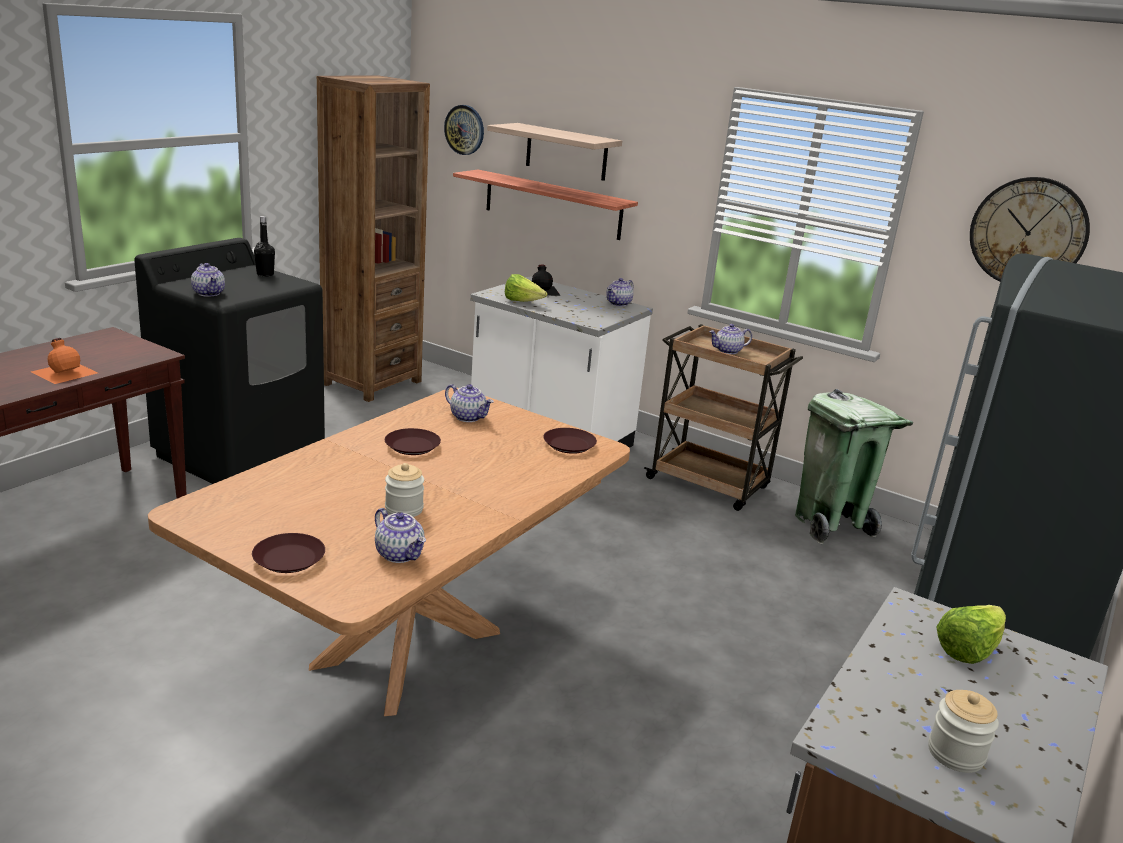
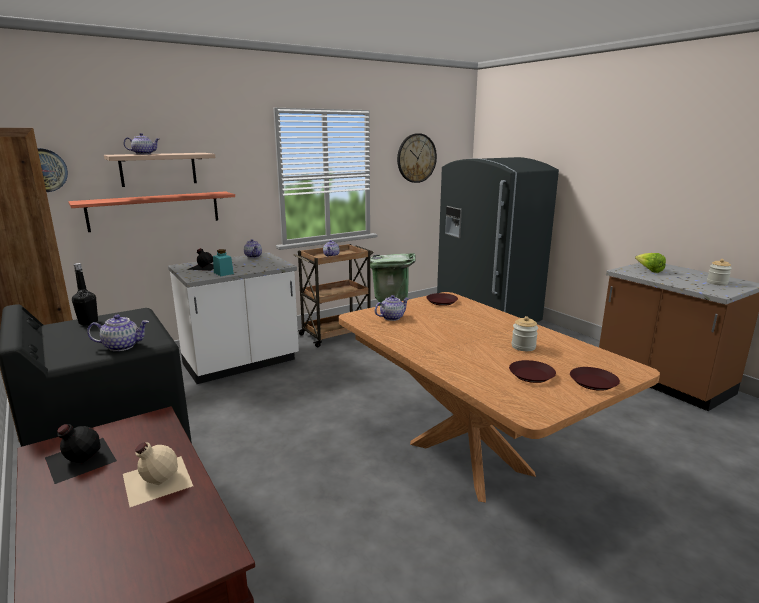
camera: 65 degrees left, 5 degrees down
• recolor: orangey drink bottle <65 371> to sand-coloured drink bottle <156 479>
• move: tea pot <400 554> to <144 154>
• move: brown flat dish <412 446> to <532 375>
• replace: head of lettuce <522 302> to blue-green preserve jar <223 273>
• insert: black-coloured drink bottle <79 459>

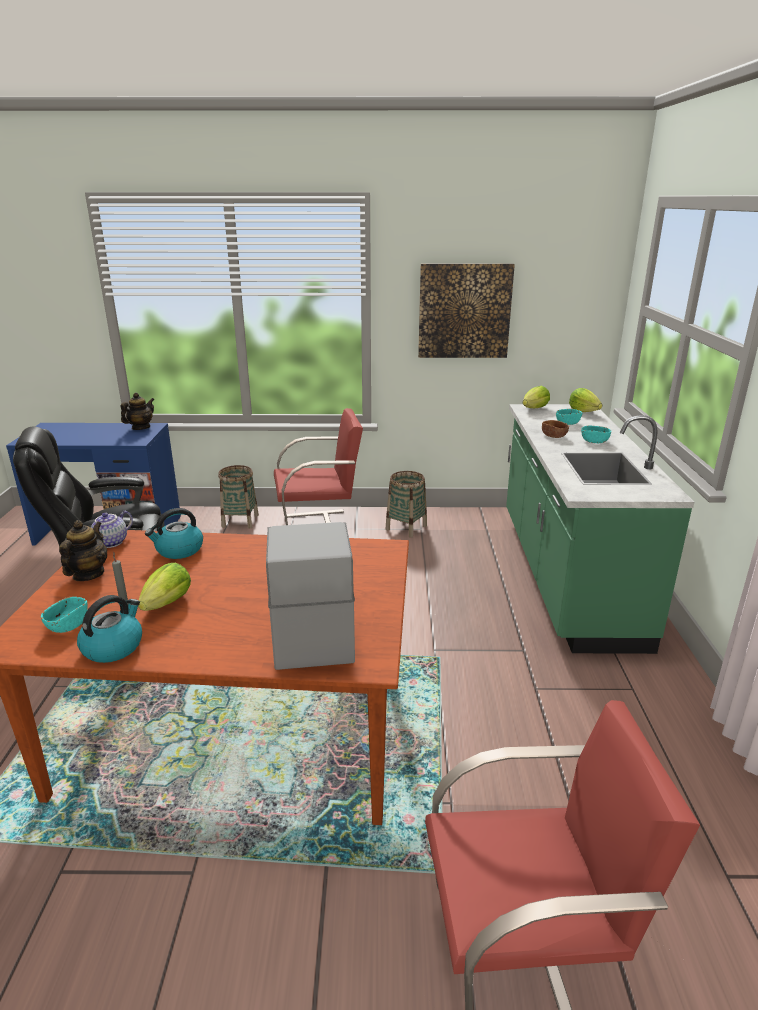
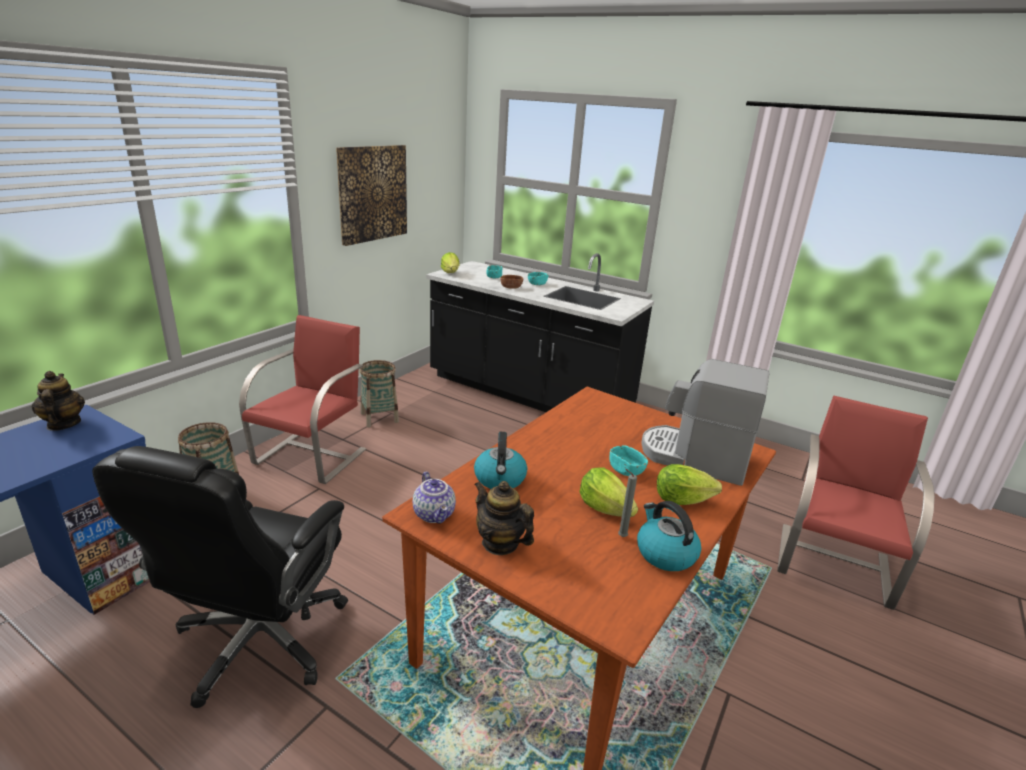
camera: 60 degrees left, 0 degrees up
• move: blue-green serving bowl <68 625> to <626 470>
• recolor: green kitchen counter <565 575> to black-coloured kitchen counter <528 395>
• move: head of lettuce <583 411> to <681 500>

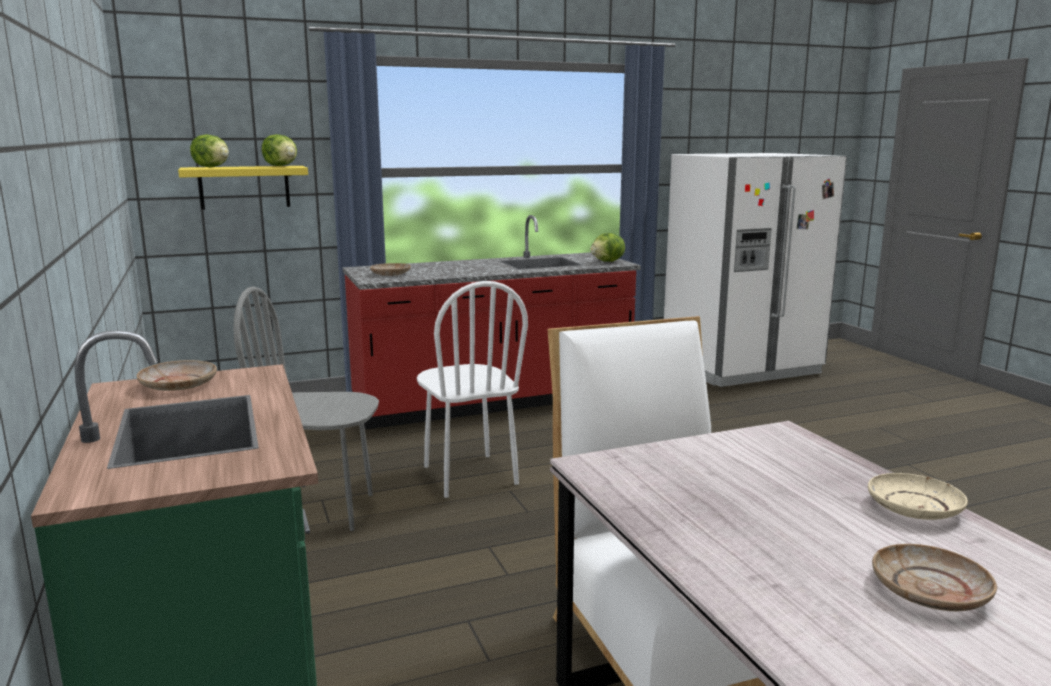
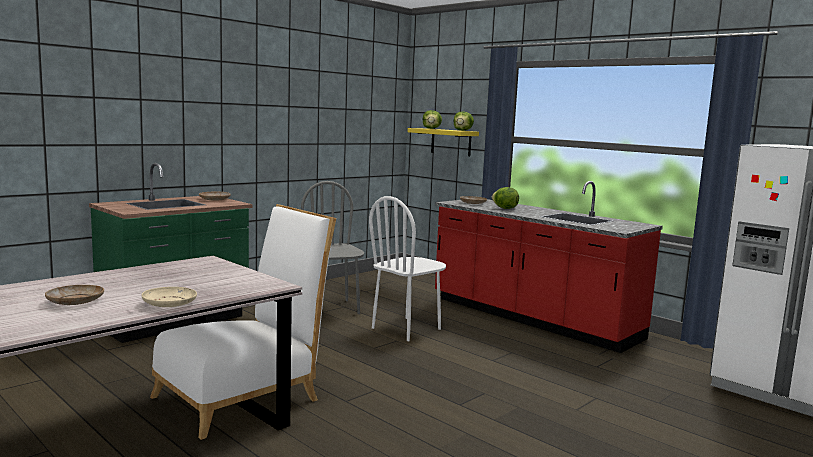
camera: 65 degrees right, 5 degrees down
• move: head of lettuce <608 261> to <504 208>

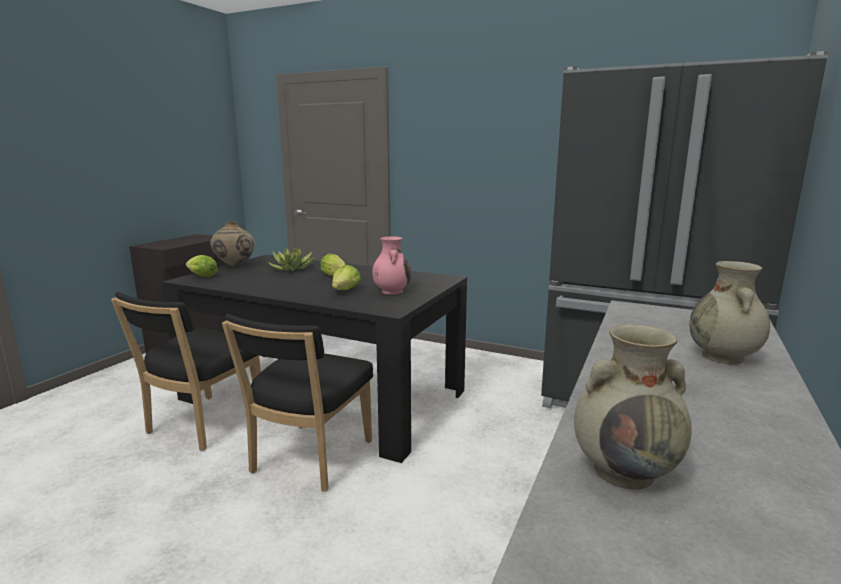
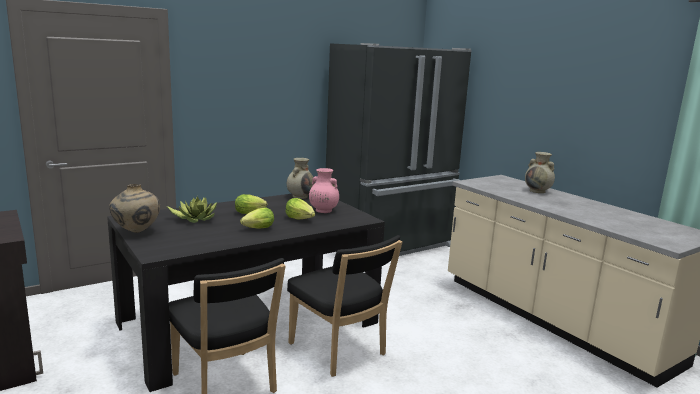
camera: 60 degrees left, 0 degrees up
• move: head of lettuce <201 276> to <257 229>
• move: sand-coloured flower vase <625 471> to <300 196>

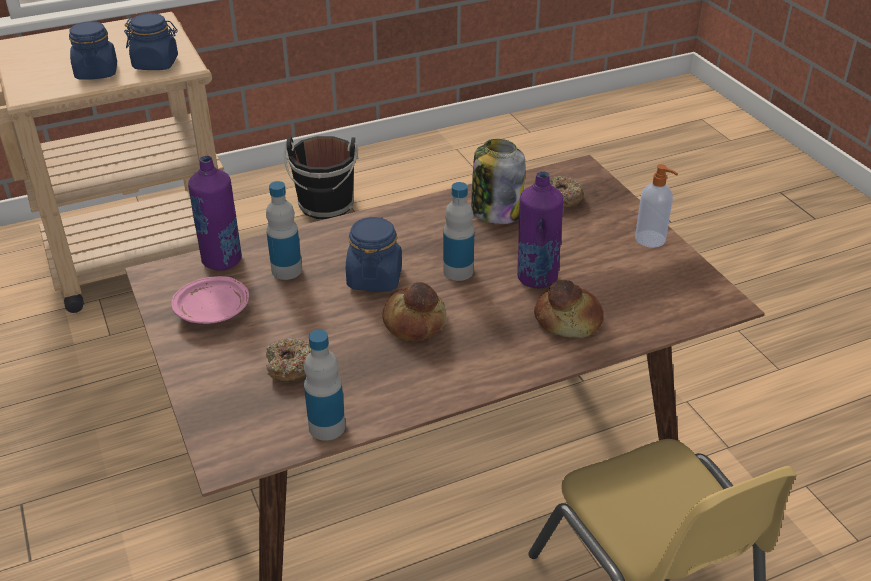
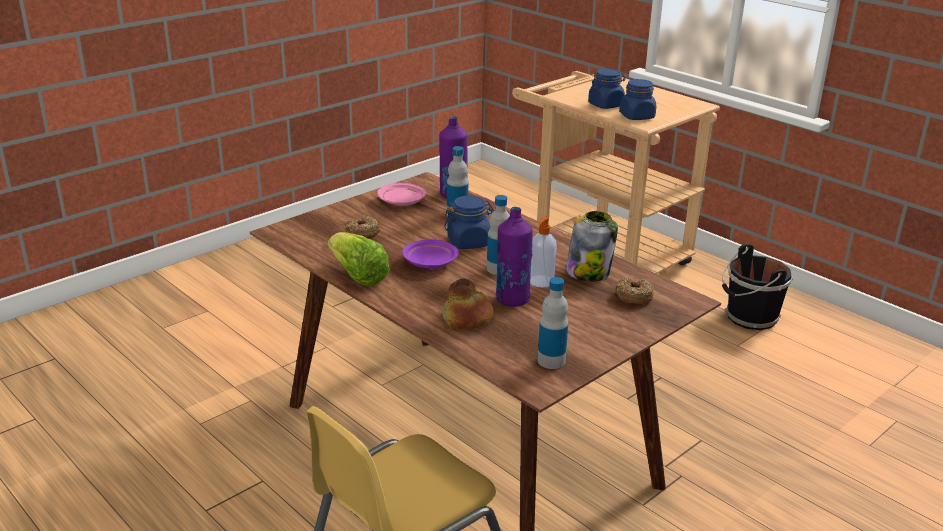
camera: 70 degrees right, 10 degrees down
• move: drink bottle <327 427> to <551 361>
• replace: bakery bread <414 322> to purple-coloured flat dish <429 262>
• move: soap bottle <651 239> to <540 282>
• insert: head of lettuce <357 276>

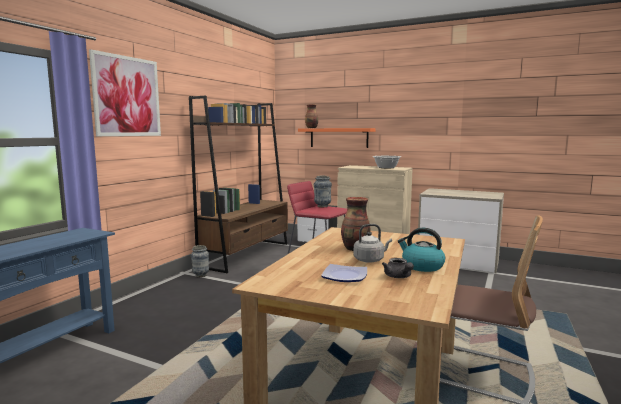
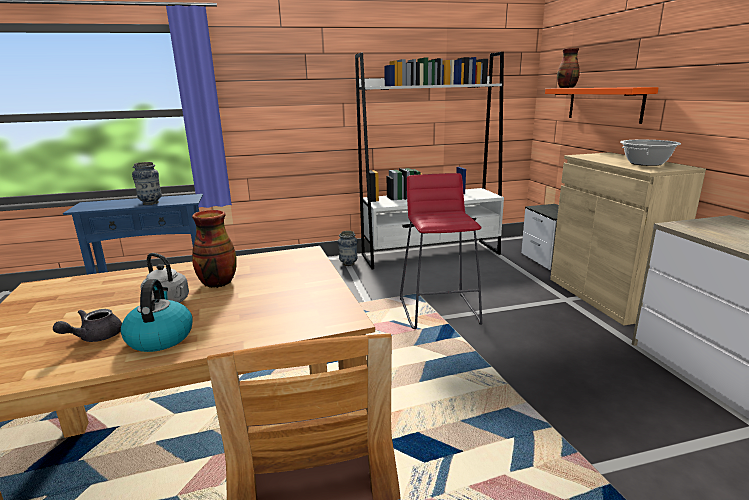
camera: 50 degrees right, 10 degrees up
• delete: wall art <127 96>
• recolor: brown bookshelf <246 254> to white bookshelf <431 254>
• move: flower vase <322 206> to <151 203>
• delete: flat dish <344 276>

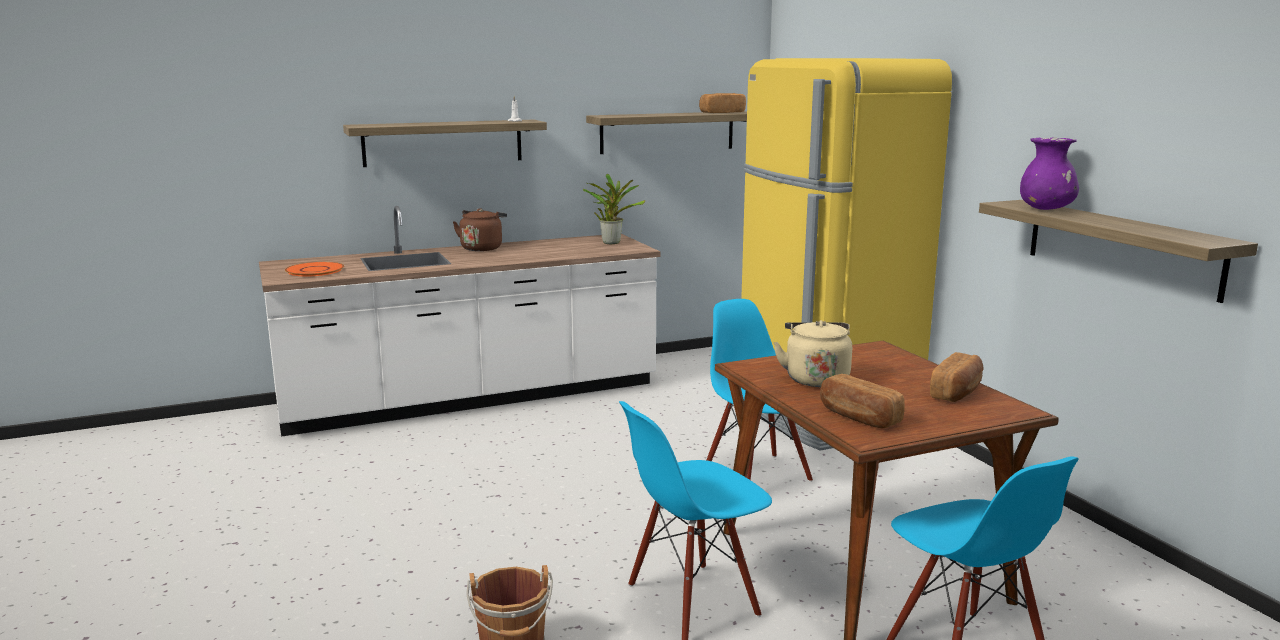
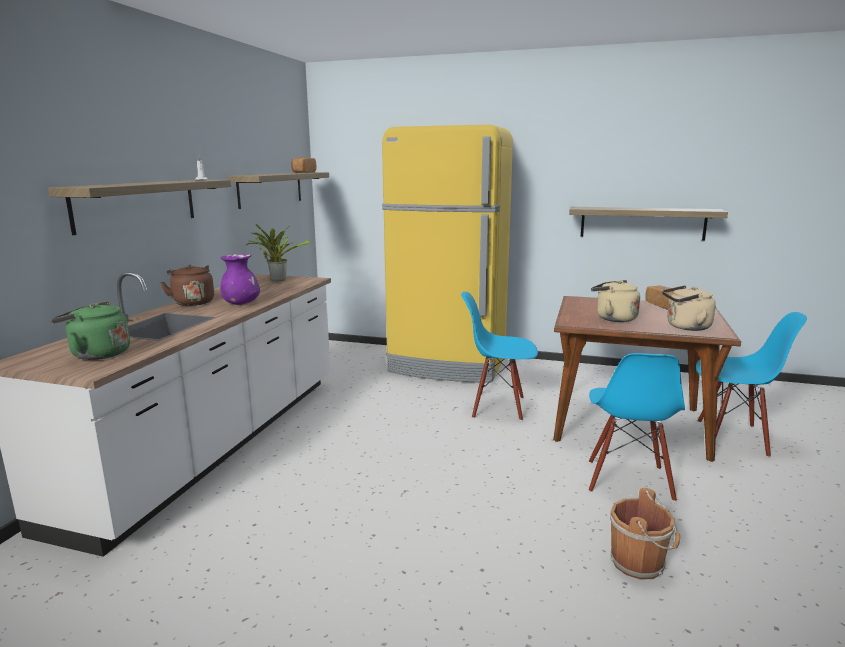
camera: 50 degrees left, 0 degrees up
• replace: orangey flat dish <315 270> to green water kettle <97 354>
• replace: bakery bread <858 417> to sand-coloured water kettle <685 327>
• move: purple-coloured flower vase <1046 209> to <241 304>

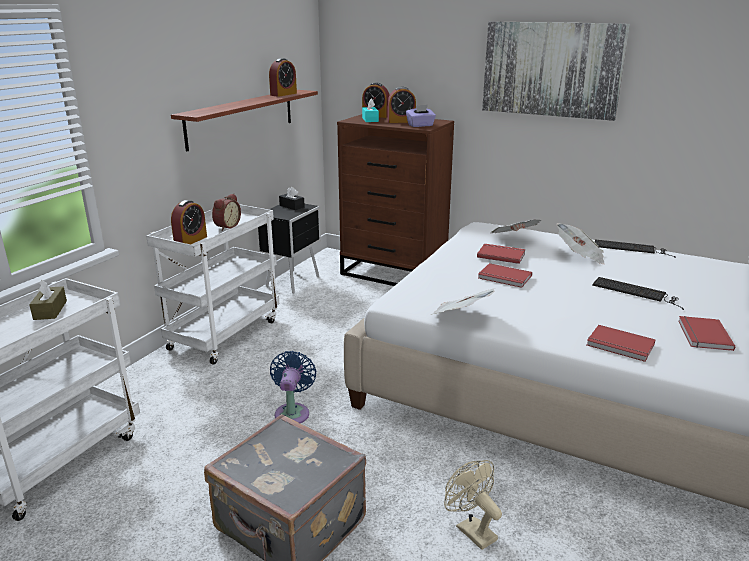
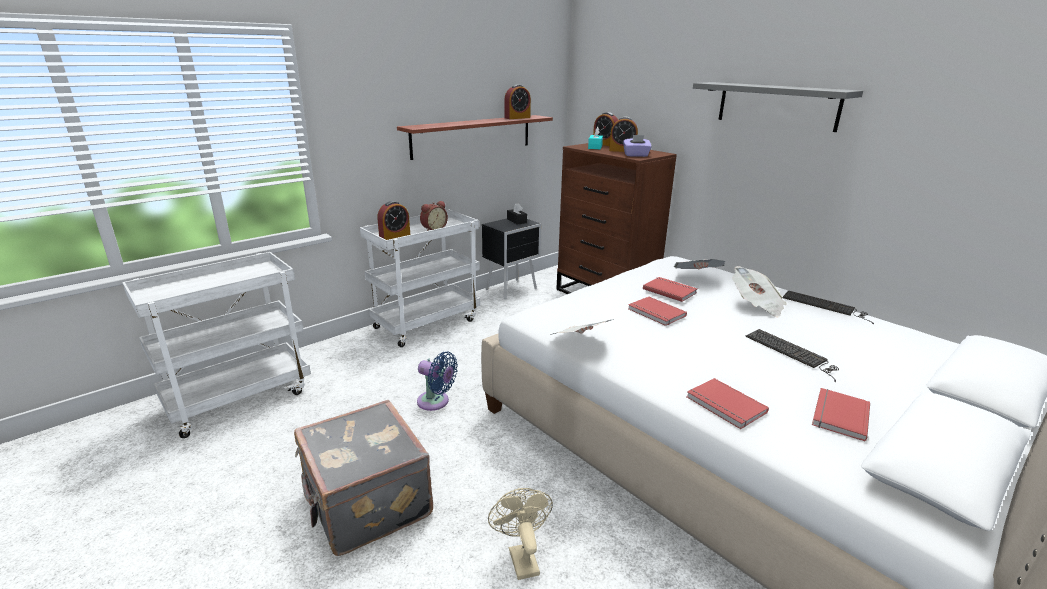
camera: 20 degrees right, 0 degrees up
• delete: brown tissue box <50 310>
• rotate: blue-coloured fan <293 412> = <436 402> 90 degrees clockwise
• replace: wall art <551 69> to gray shelf <777 106>

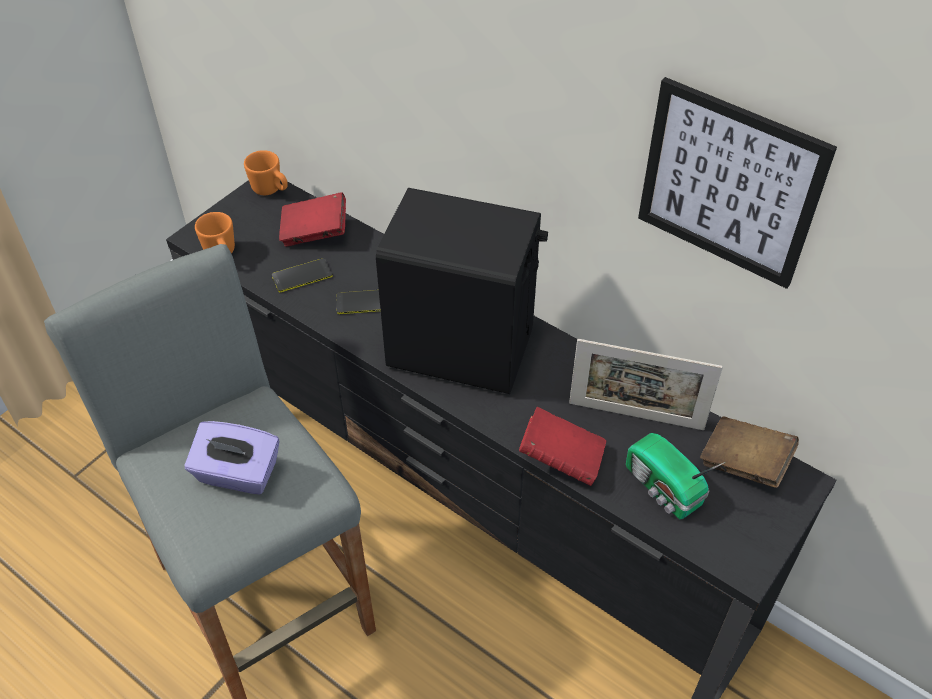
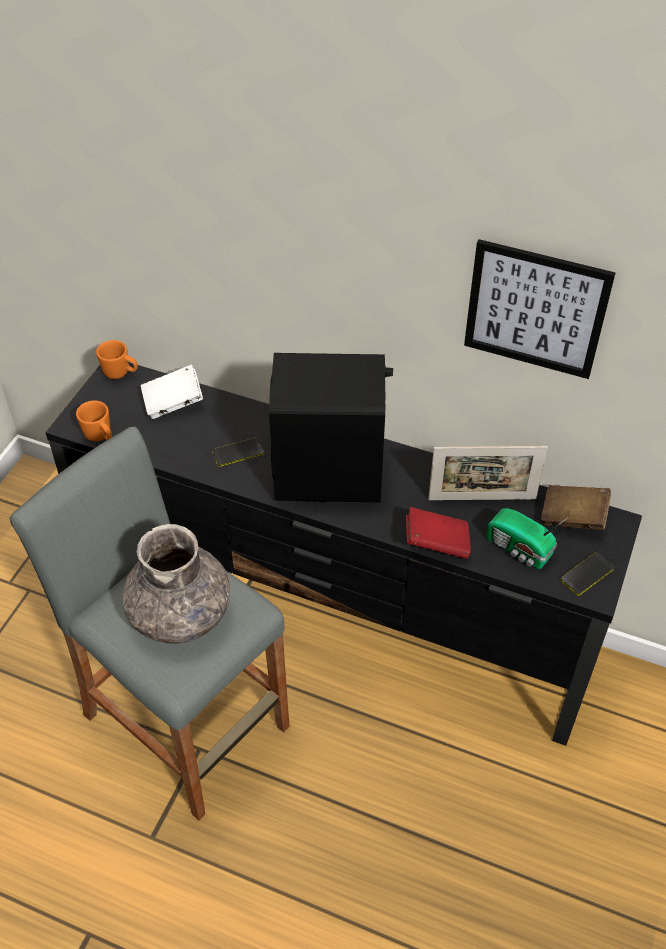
camera: 15 degrees left, 0 degrees up
• replace: purple-coloured tissue box <237 474> to gray flower vase <181 612>
• move: phone <302 276> to <587 574>
• recolor: red-coloured bound book <315 233> to white bound book <173 403>

